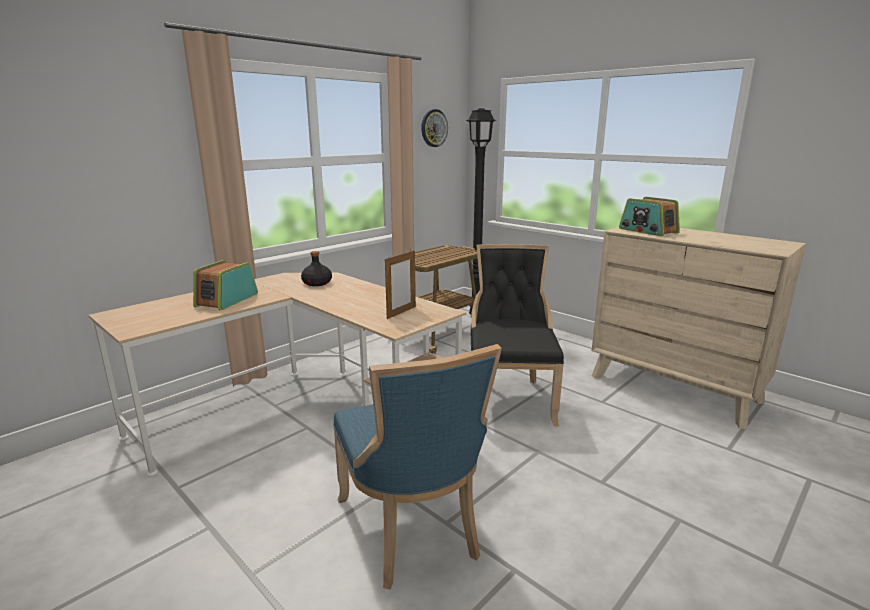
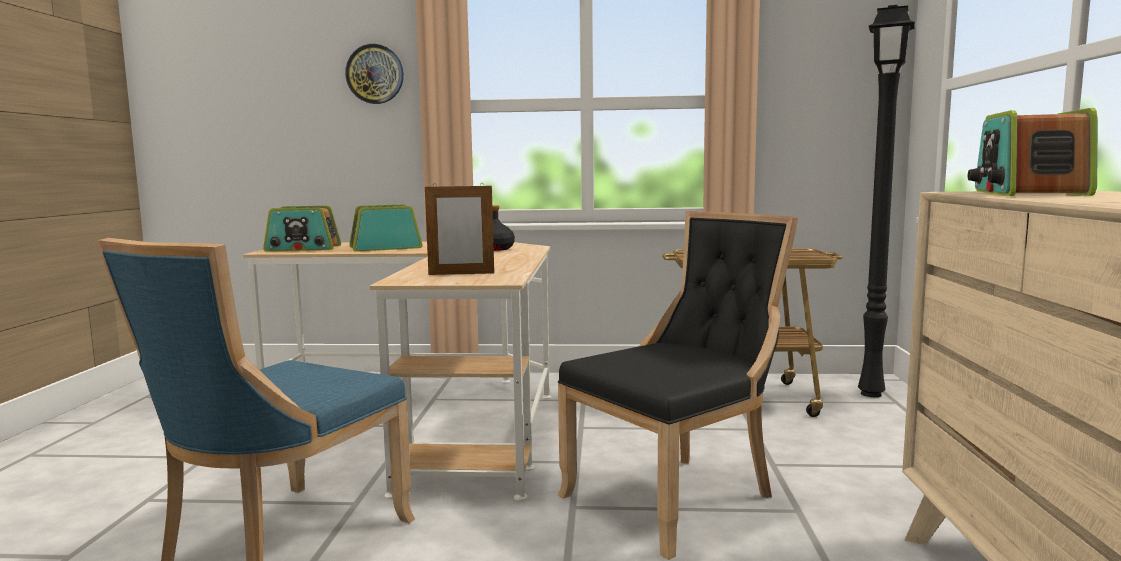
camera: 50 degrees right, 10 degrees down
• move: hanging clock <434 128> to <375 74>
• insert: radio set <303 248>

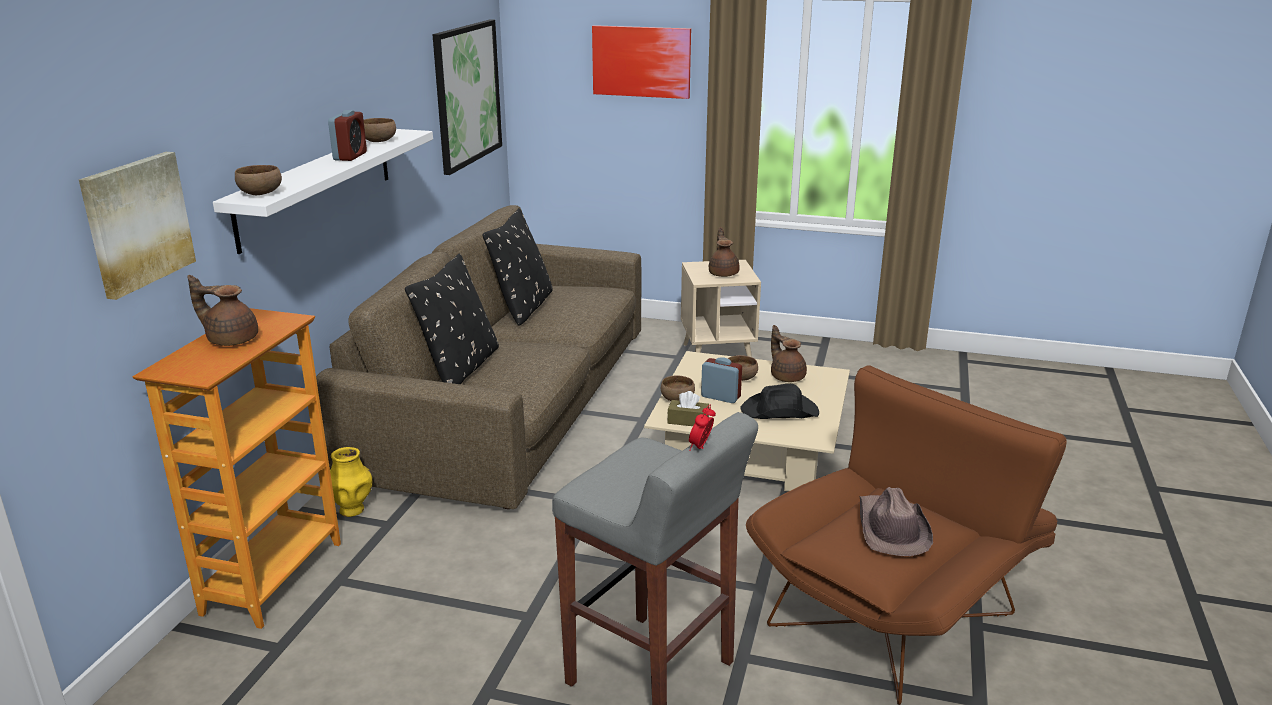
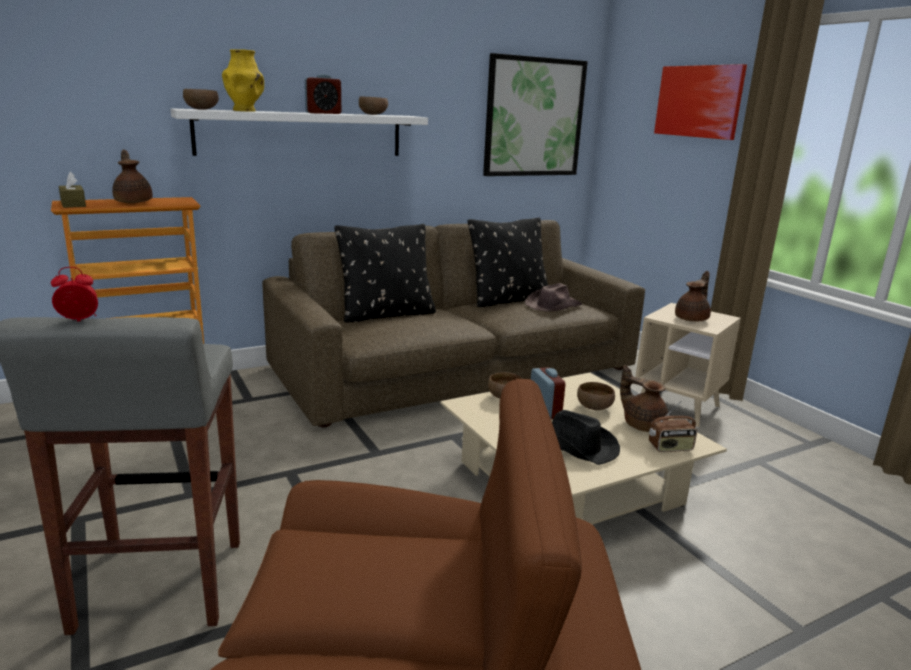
camera: 45 degrees right, 5 degrees down
• delete: wall art <137 223>
• move: yellow flower vase <352 509> to <245 111>
• move: brown tissue box <688 421> to <73 204>
• rotate: brown tea pot <787 376> = <642 425> 60 degrees counterclockwise
• move: brown clothing hat <891 528> to <552 305>
• insert: radio set <670 448>

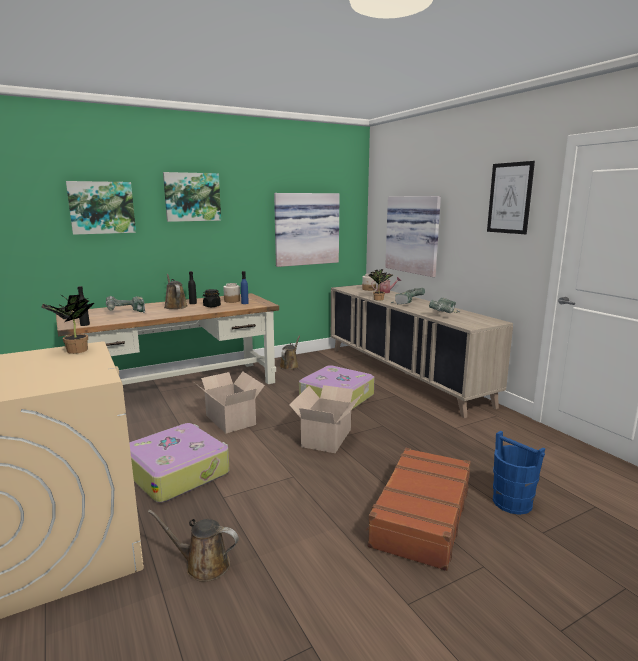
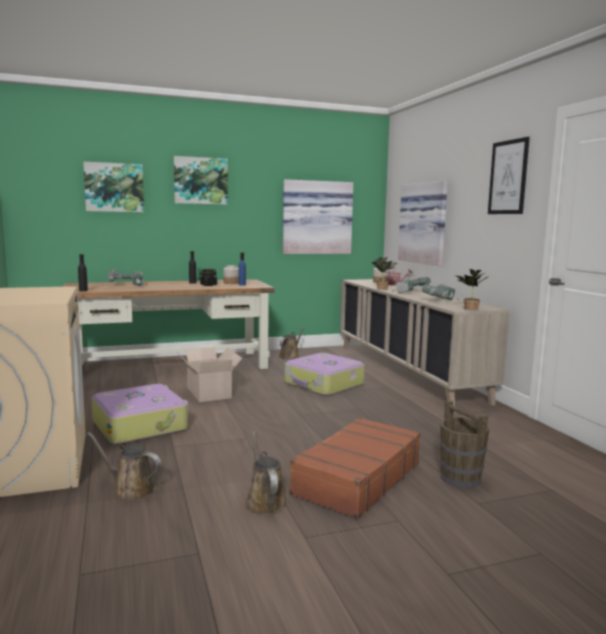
camera: 10 degrees right, 5 degrees down
• move: houseplant <74 351> to <469 309>
• move: brown sprinkling can <175 306> to <264 501>
• delete: packing box <327 437>
• recolor: blue-coloured bucket <512 503> to brown bucket <460 478>

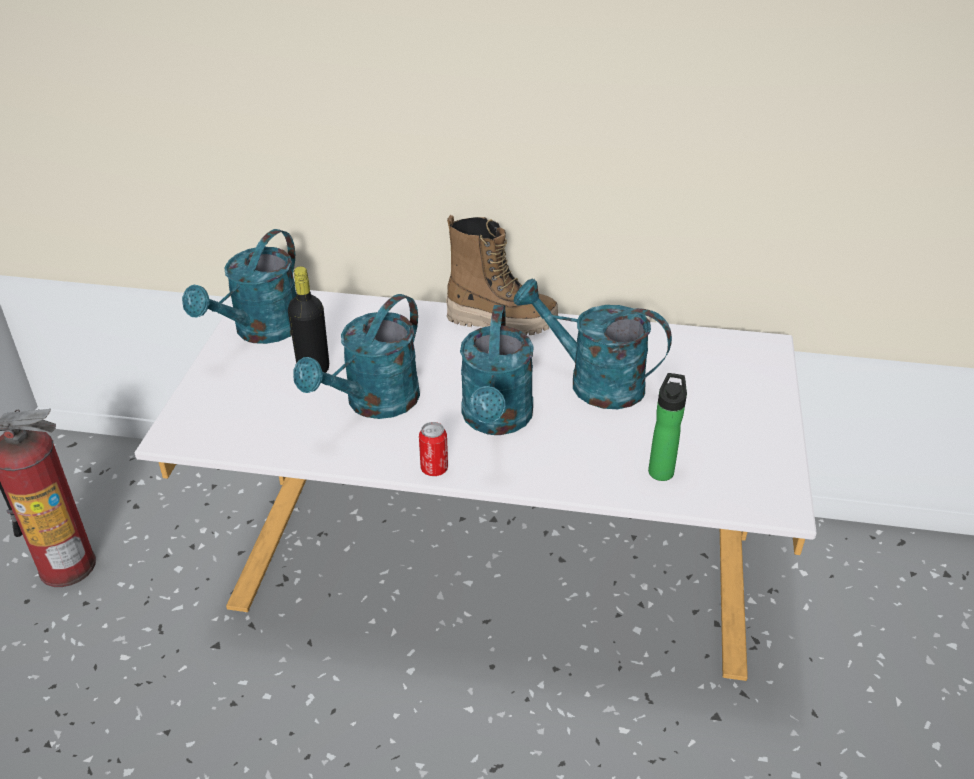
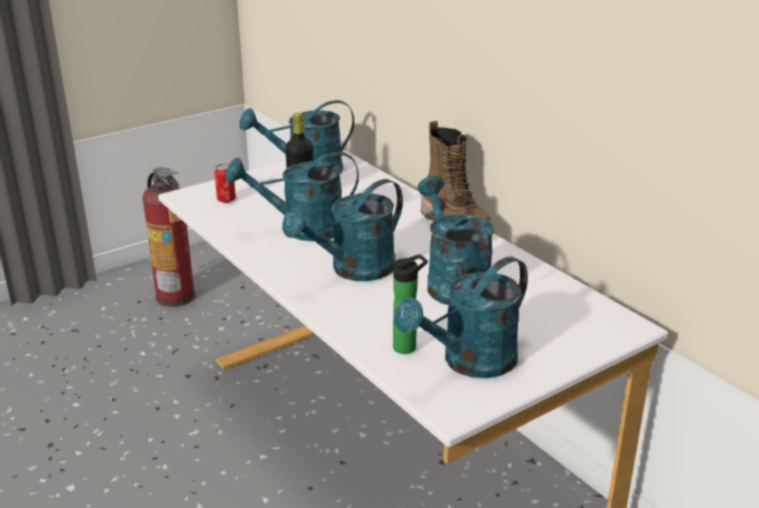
camera: 45 degrees right, 10 degrees down
• move: can <434 469> to <226 200>
• insert: blue-green sprinkling can <469 363>

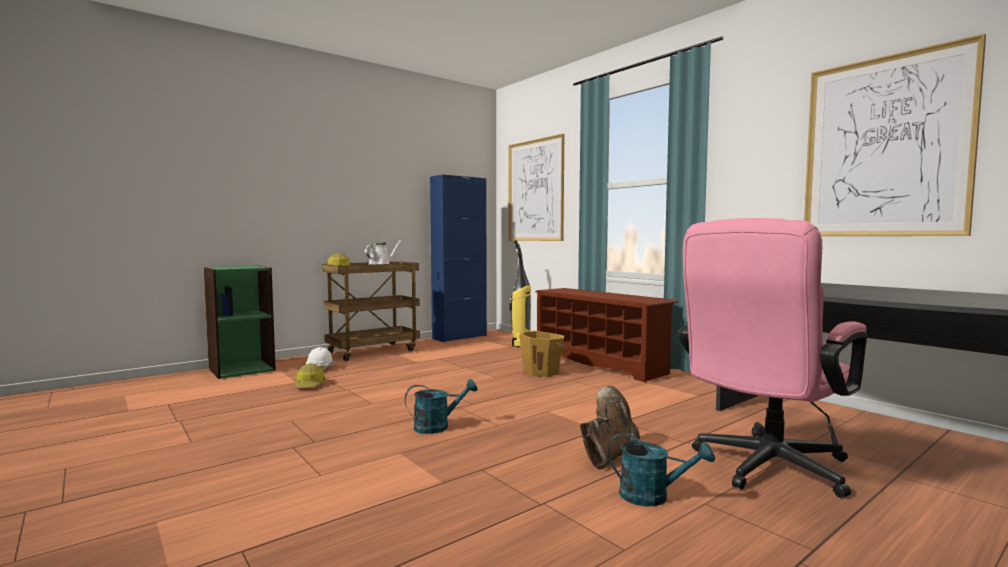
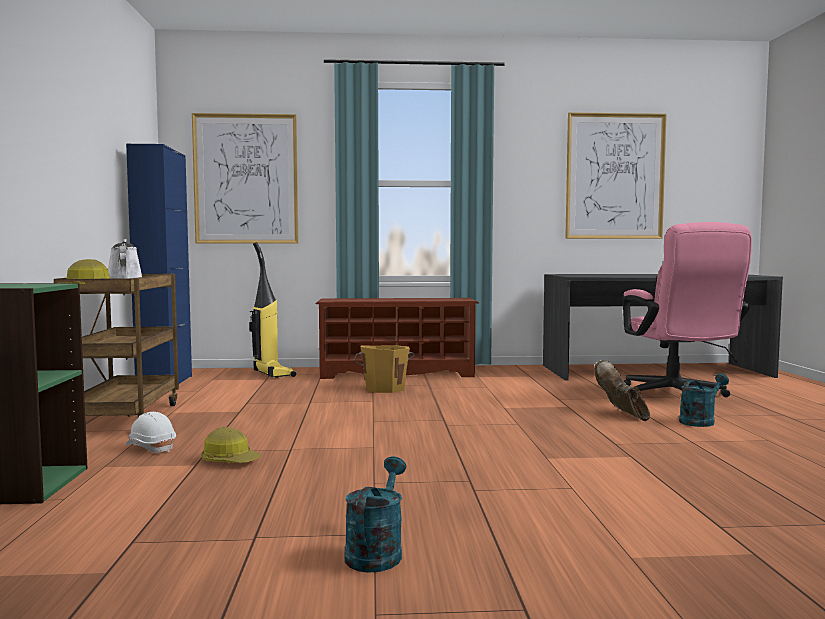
camera: 55 degrees left, 0 degrees up
• move: blue-green sprinkling can <438 426> to <376 552>

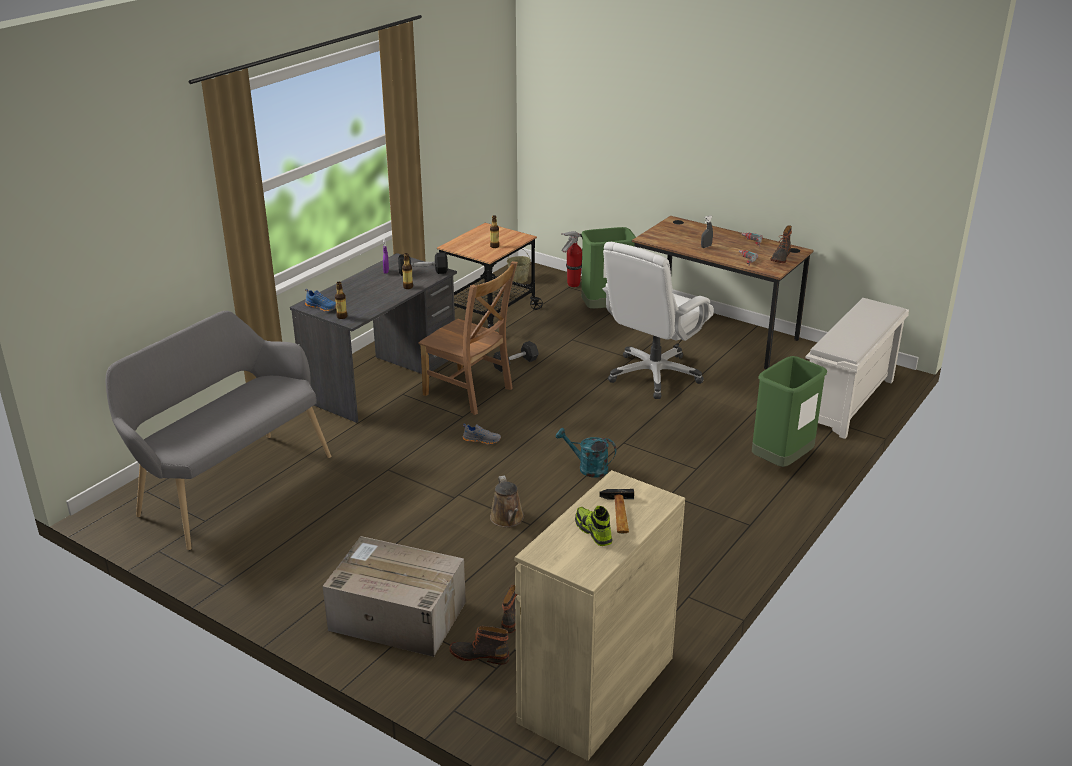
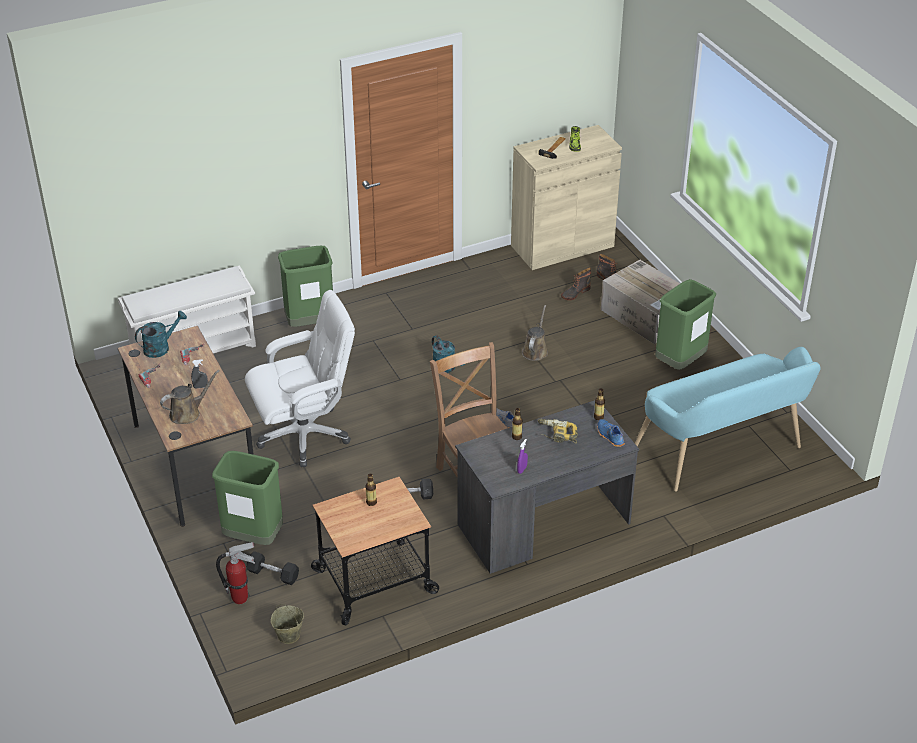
camera: 150 degrees left, 10 degrees up
• recolor: gray bench <229 484> to blue-green bench <723 452>
• move: black-coloured free weight <423 272> to <273 574>
• replace: high-top boot <780 257> to blue-green sprinkling can <161 347>
• insert: brown sprinkling can <187 413>
• insert: power drill <557 435>
• insert: green rubbish bin <680 363>

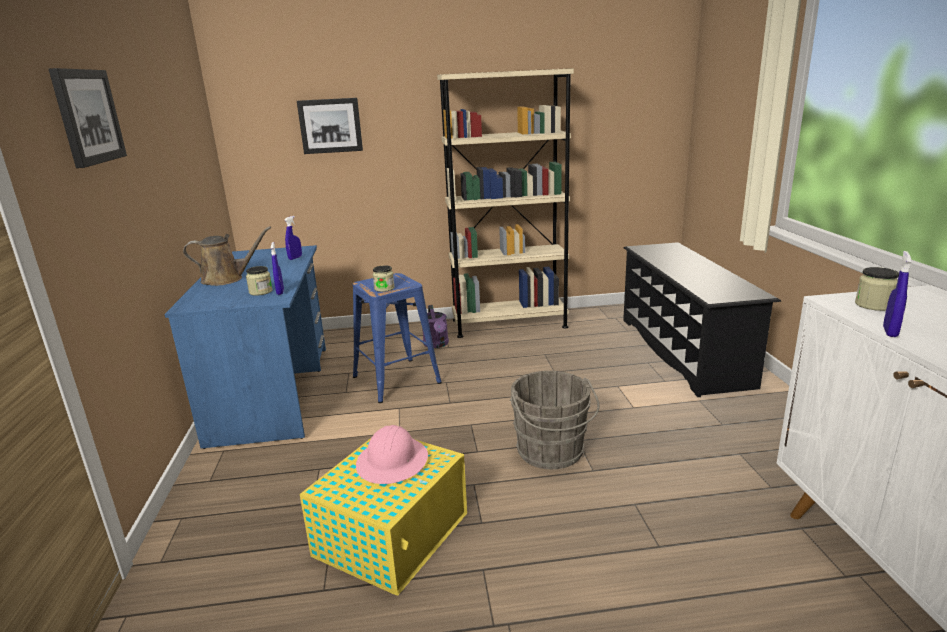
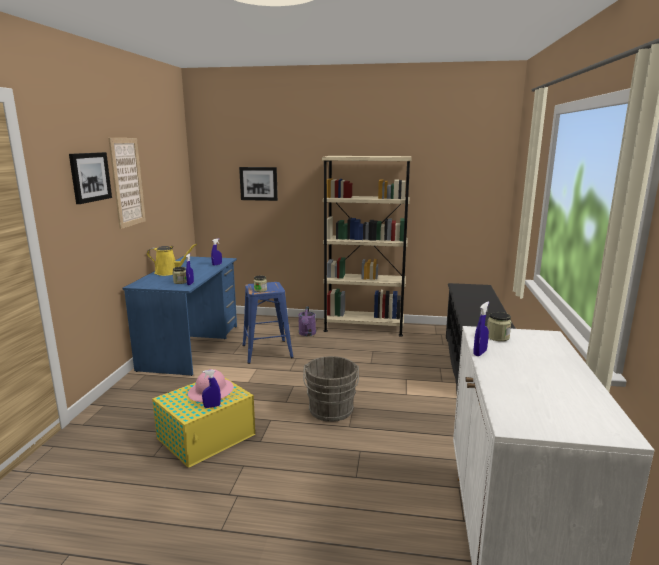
camera: 15 degrees right, 5 degrees down
• recolor: brown sprinkling can <226 279> to yellow sprinkling can <169 272>
• insert: wall art <127 182>
• insert: blue-coloured hand sprayer <212 406>

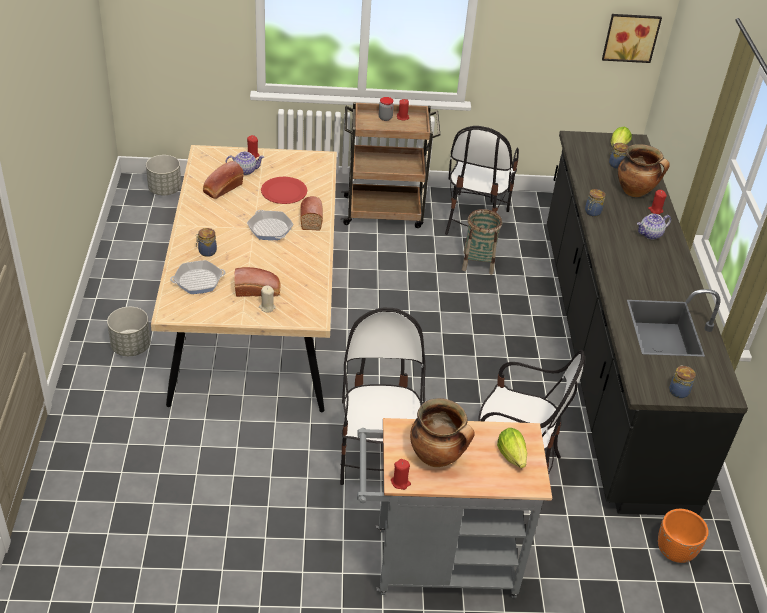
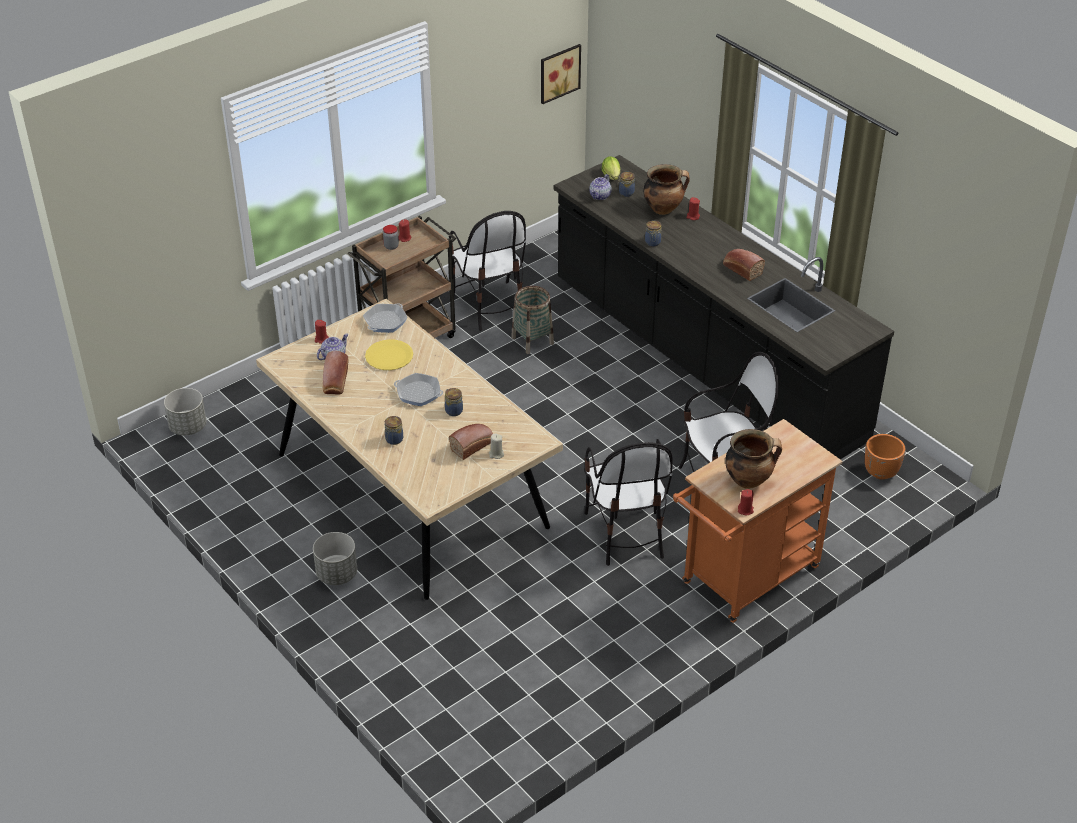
camera: 35 degrees left, 0 degrees up
• move: skillet <198 281> to <385 321>
• recolor: red-coloured flat dish <284 191> to yellow flat dish <389 356>
• move: bakery bread <311 218> to <741 269>
• rotate: chair <378 455> = <625 533> 150 degrees counterclockwise
• recolor: gray trolley <435 563> to orangey trolley <744 580>
• delete: head of lettuce <512 458>
• move: tea pot <650 234> to <600 196>
• move: preserve jar <678 391> to <453 410>

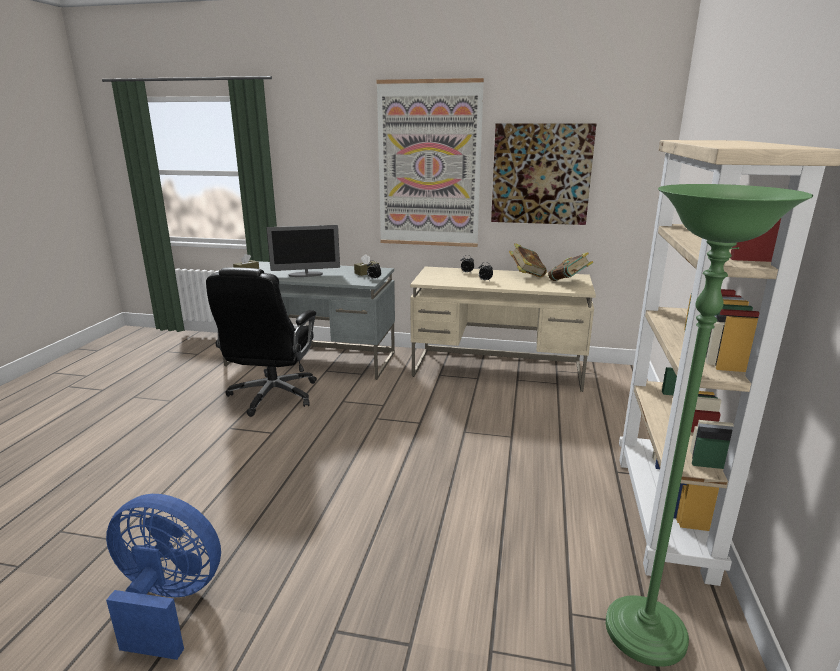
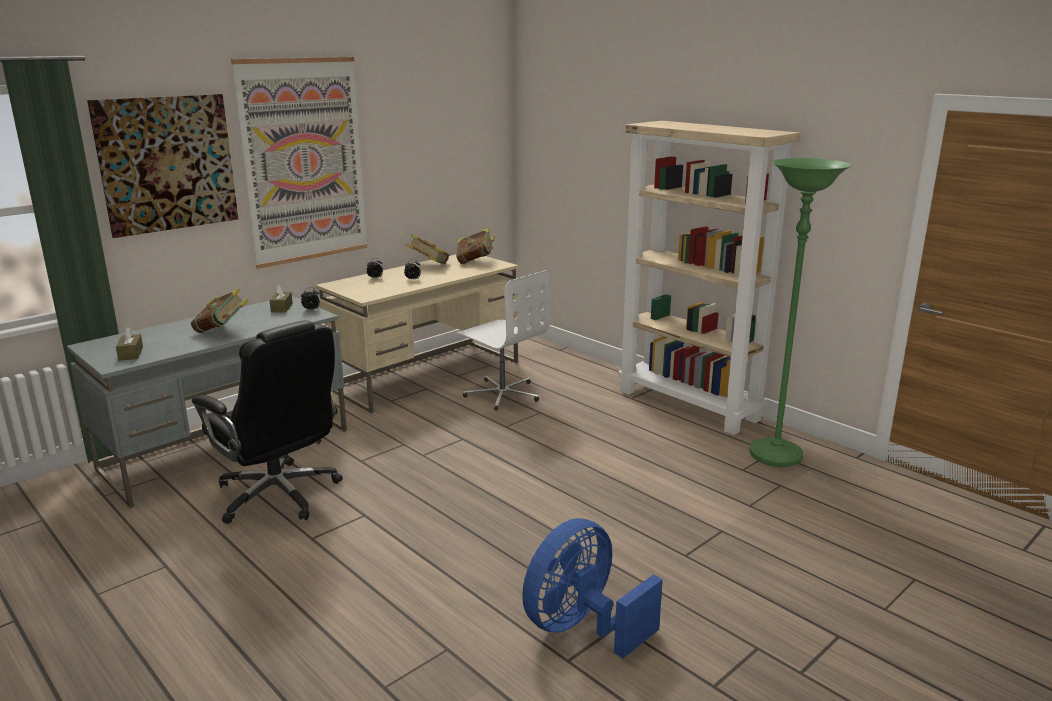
camera: 55 degrees left, 0 degrees up
• replace: computer display <306 275> to bound book <222 331>
• move: wall art <541 174> to <167 164>
• insert: white computer chair <502 394>

